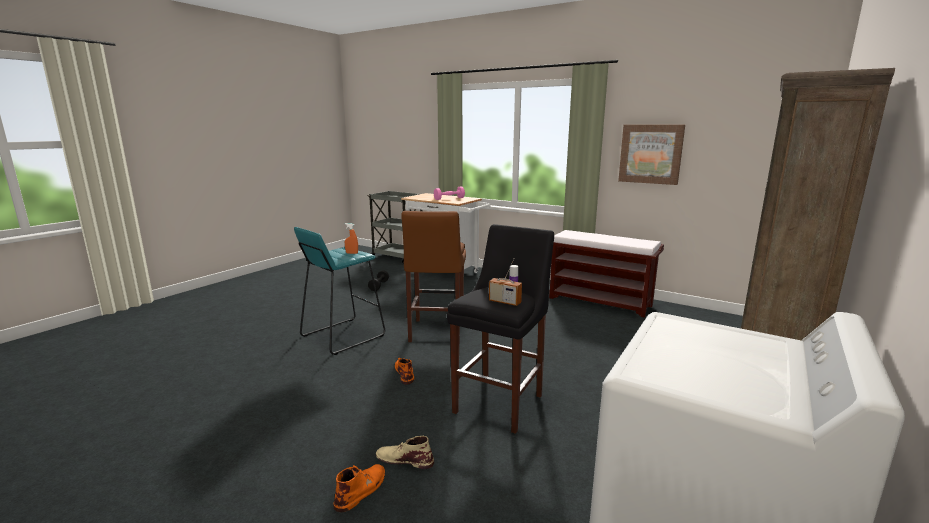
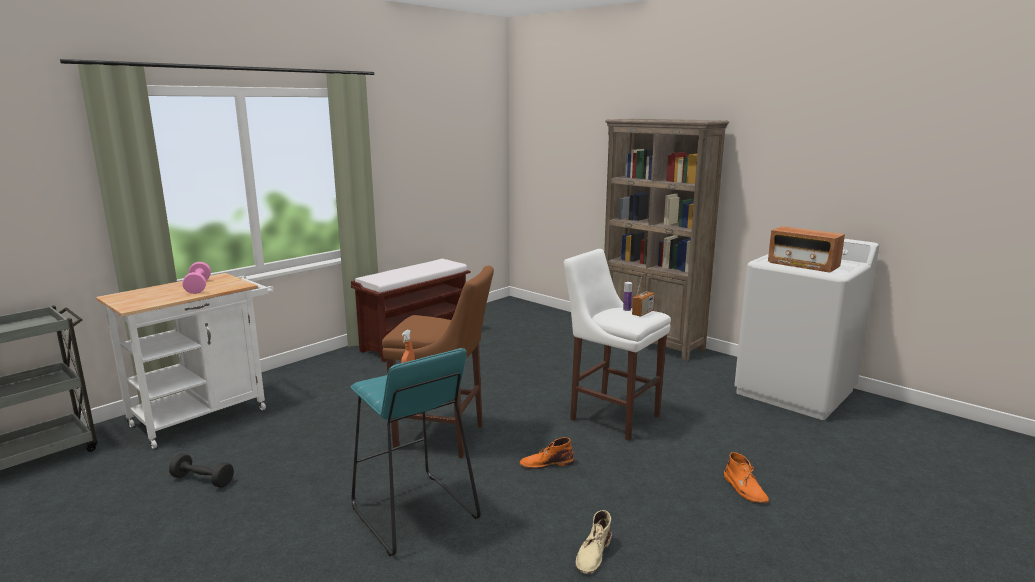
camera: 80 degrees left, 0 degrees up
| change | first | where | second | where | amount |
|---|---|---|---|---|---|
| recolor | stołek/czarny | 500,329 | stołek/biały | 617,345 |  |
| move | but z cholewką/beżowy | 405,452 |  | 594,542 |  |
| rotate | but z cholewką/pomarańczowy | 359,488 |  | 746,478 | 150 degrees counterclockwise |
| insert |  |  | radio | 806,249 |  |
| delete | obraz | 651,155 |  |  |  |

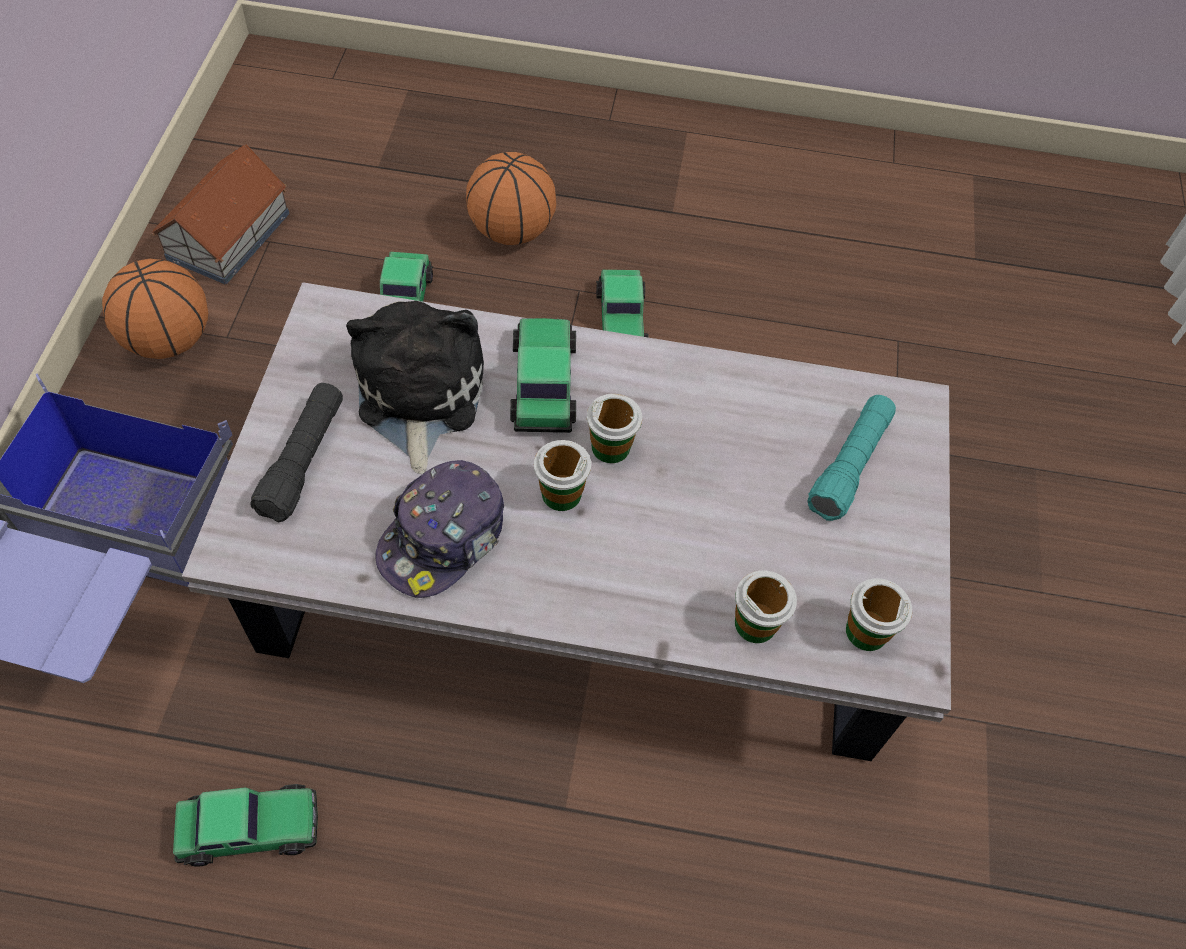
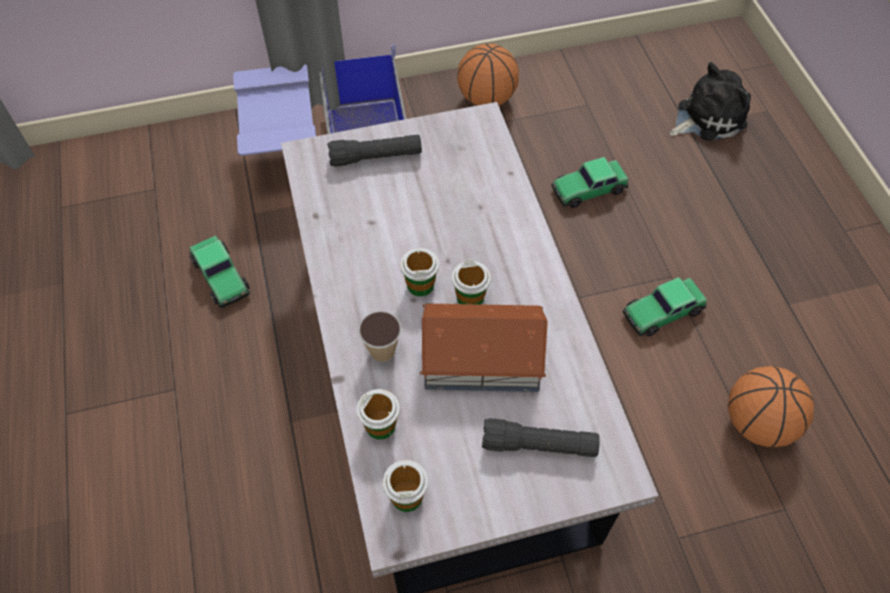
camera: 70 degrees right, 0 degrees up
| change | first | where | second | where | amount |
|---|---|---|---|---|---|
| insert |  |  | filiżanka | 380,337 |  |
| move | domek | 220,214 |  | 484,348 |  |
| recolor | latarka/turkusowy | 851,458 | latarka/czarny | 541,437 |  |
| move | pluszak | 415,387 |  | 710,101 |  |
| move | piłka do koszykówki | 511,198 |  | 771,406 |  |
| delete | czapka z daszkiem | 440,529 |  |  |  |
| delete | samochodzik | 543,375 |  |  |  |

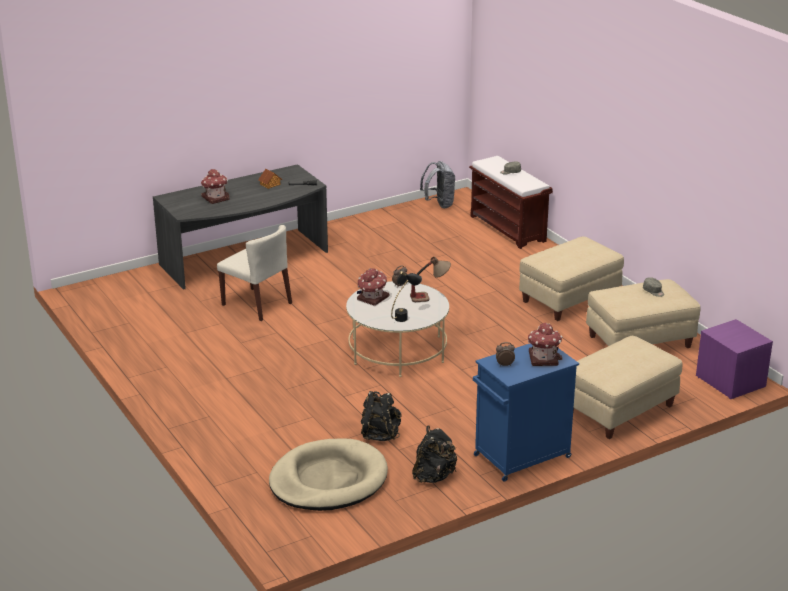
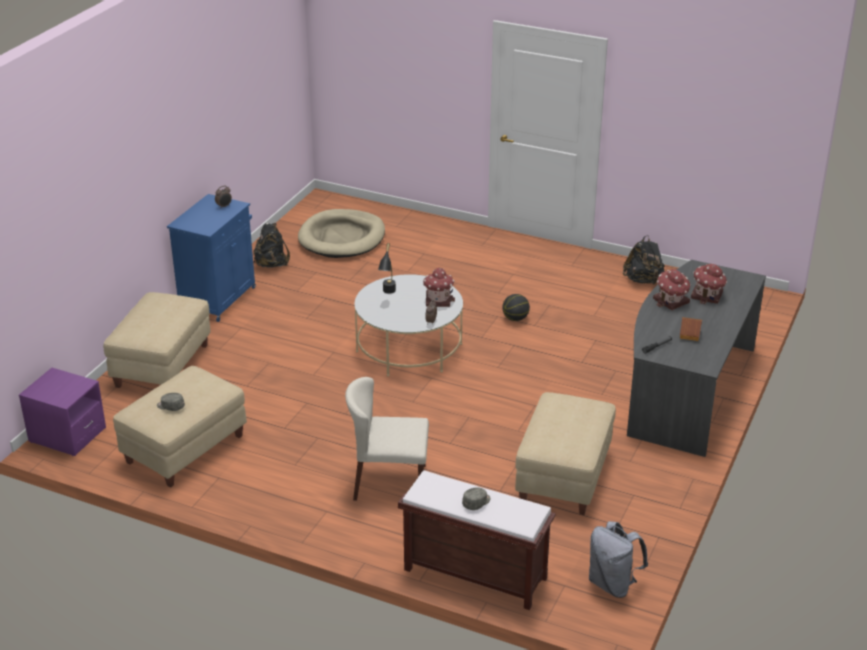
camera: 145 degrees right, 5 degrees up
| change | first | where | second | where | amount |
|---|---|---|---|---|---|
| move | krzesło/beżowy | 254,273 |  | 387,439 |  |
| insert |  |  | piłka do koszykówki | 516,307 |  |
| move | pufa/beżowy | 571,278 |  | 565,453 |  |
| move | plecak/czarny | 381,416 |  | 644,259 |  |
| move | domek | 545,344 |  | 672,289 |  |
| delete | lampa stołowa | 430,279 |  |  |  |

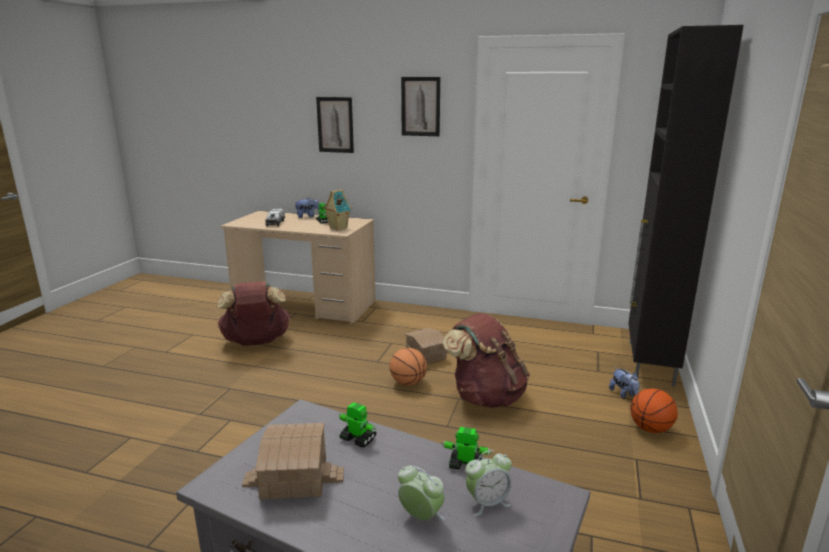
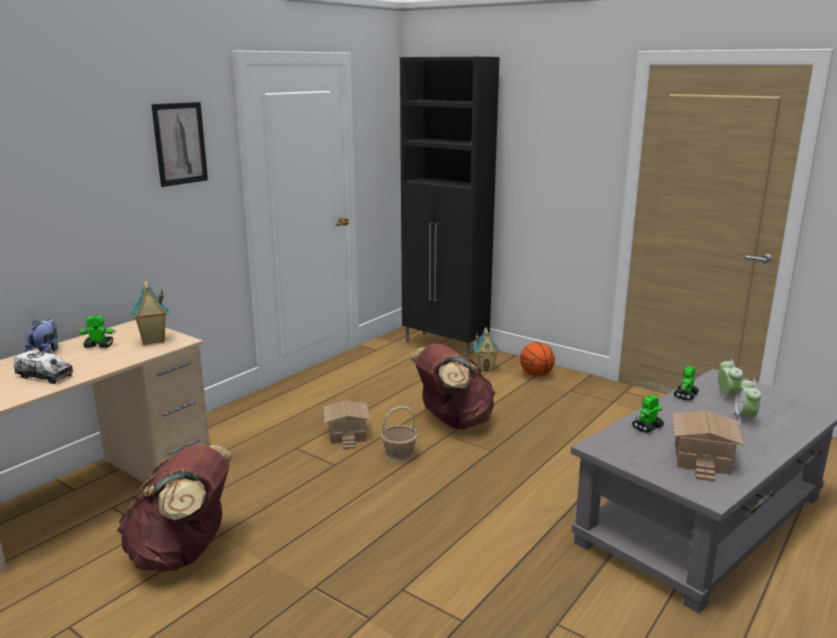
camera: 70 degrees left, 0 degrees up
| change | first | where | second | where | amount |
|---|---|---|---|---|---|
| replace | piłka do koszykówki | 408,366 | koszyk | 399,434 |  |
| replace | pluszak | 624,383 | domek | 486,349 |  |
| rotate | budzik | 421,493 |  | 747,401 | 45 degrees counterclockwise |
| delete | obraz | 335,125 |  |  |  |

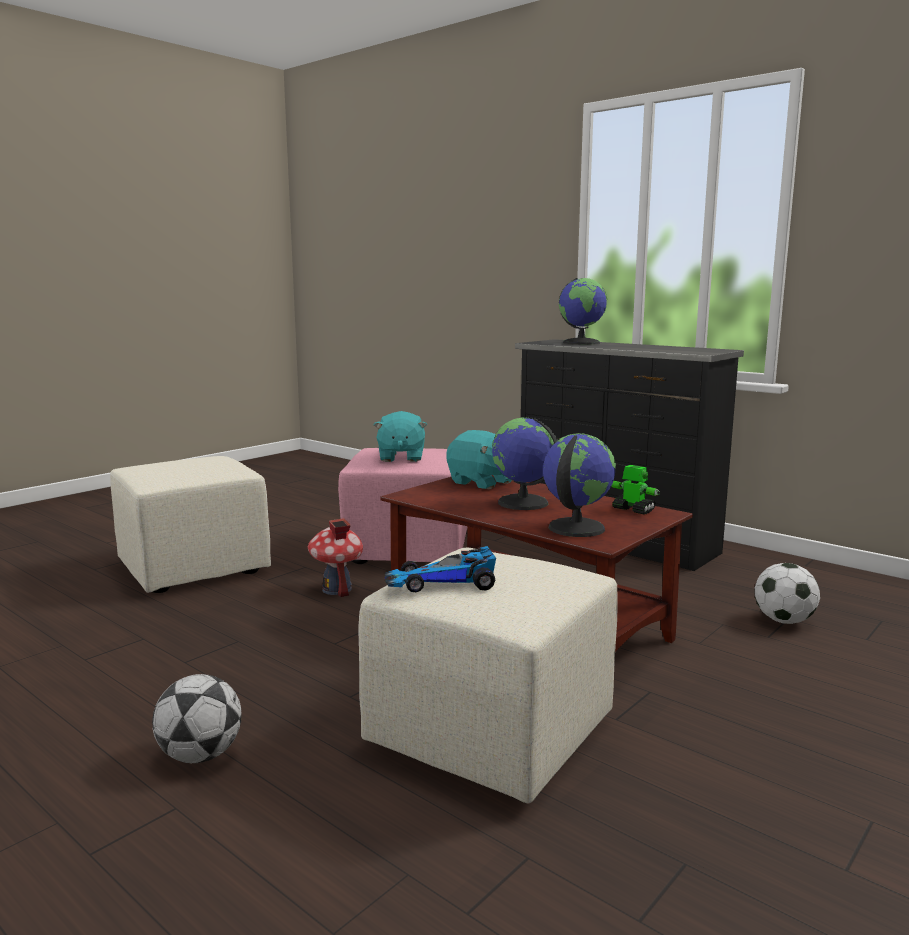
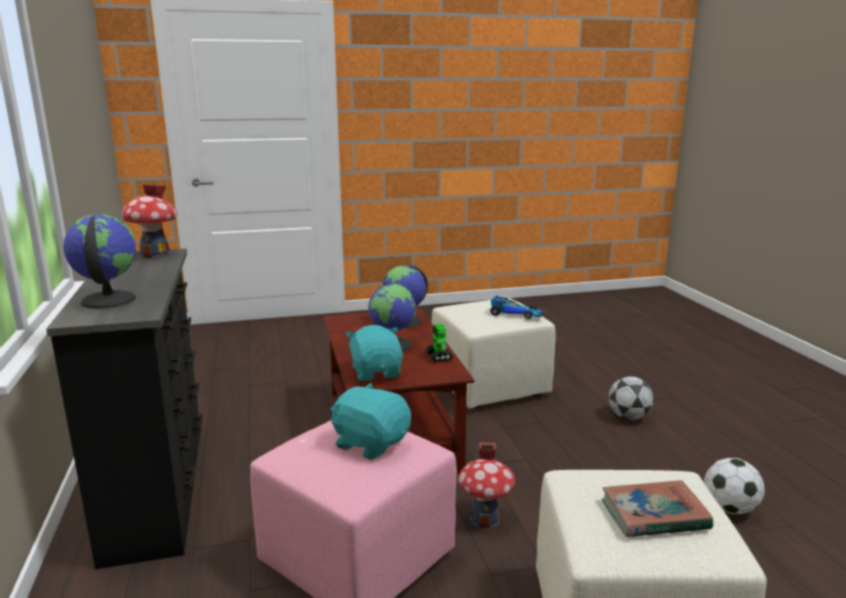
camera: 145 degrees left, 5 degrees up
| change | first | where | second | where | amount |
|---|---|---|---|---|---|
| insert |  |  | domek | 149,222 |  |
| rotate | pluszak/turkusowy | 400,436 |  | 370,421 | 90 degrees counterclockwise |
| move | robot zabawkowy | 636,489 |  | 439,343 |  |
| insert |  |  | książka | 657,508 |  |
| move | piłka futbolowa | 787,593 |  | 734,486 |  |

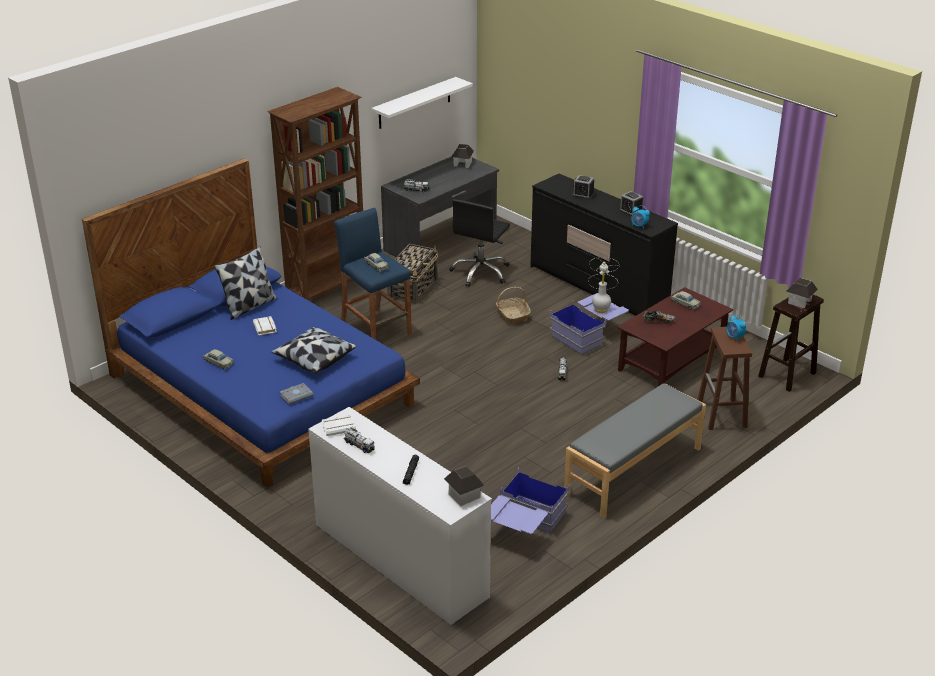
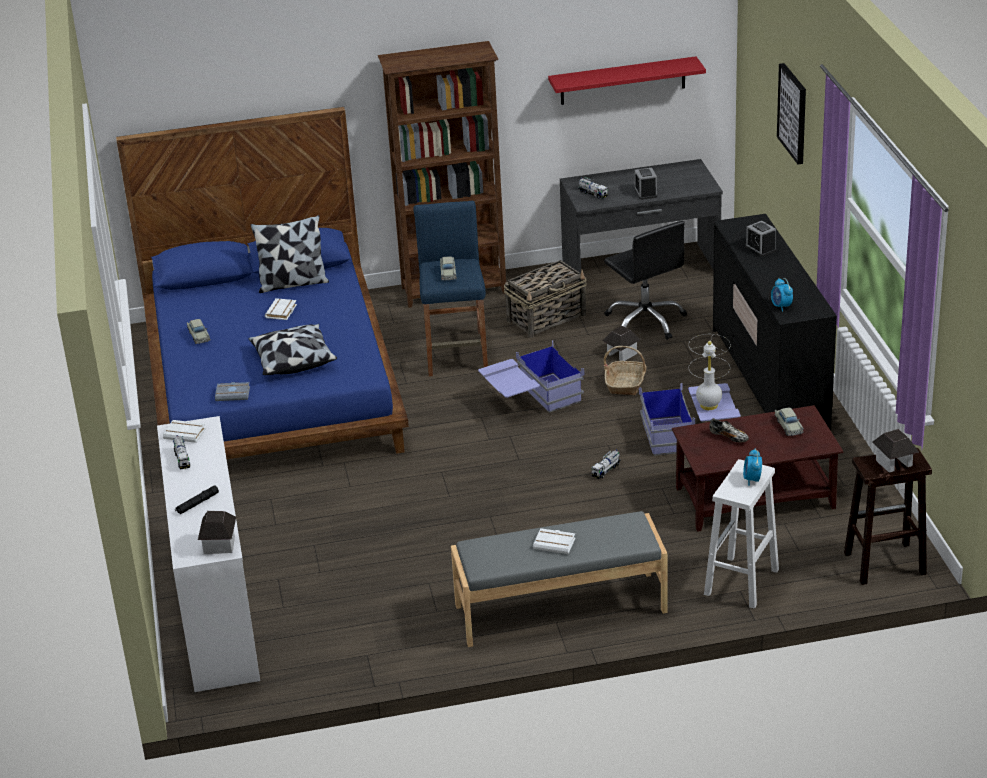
camera: 35 degrees right, 0 degrees up
| change | first | where | second | where | amount |
|---|---|---|---|---|---|
| move | pojemnik do przechowywania/niebieski | 530,500 |  | 531,377 |  |
| insert |  |  | książka/biały | 554,541 |  |
| recolor | półka/biały | 422,103 | półka/czerwony | 627,80 |  |
| move | domek | 462,156 |  | 621,343 |  |
| rotate | krzesło biurowe/czarny | 479,243 |  | 645,280 | 90 degrees counterclockwise |
| move | budzik | 631,204 |  | 645,184 |  |
| recolor | stołek/brązowy | 724,378 | stołek/biały | 741,534 |  |
| insert |  |  | obraz | 791,114 |  |

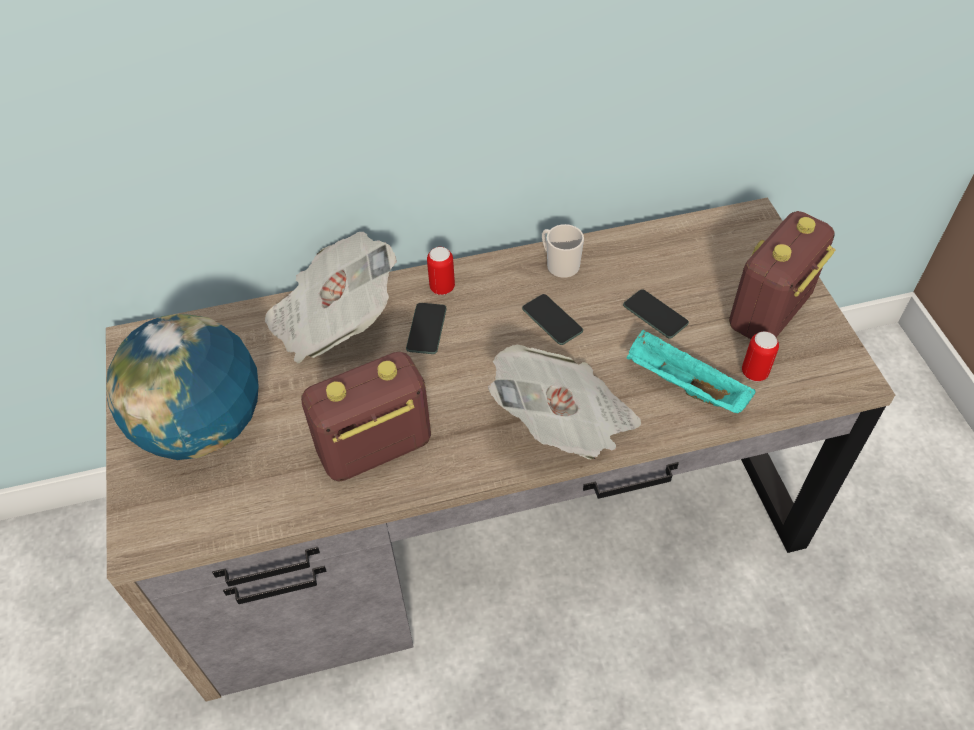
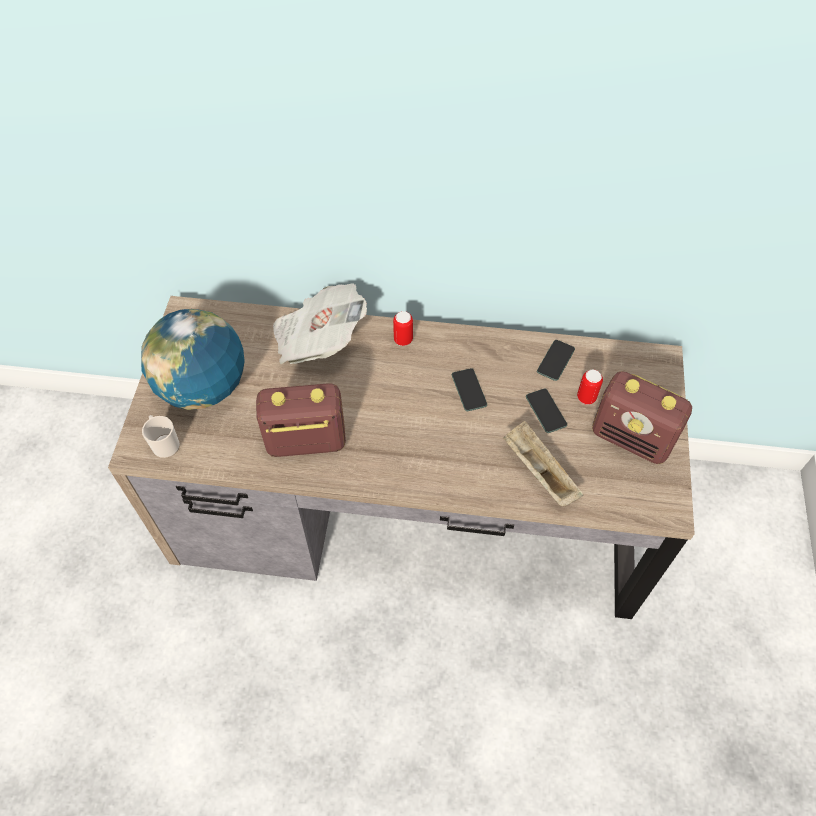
camera: 20 degrees right, 5 degrees up
| change | first | where | second | where | amount |
|---|---|---|---|---|---|
| move | kubek | 563,251 |  | 161,436 |  |
| recolor | taca/turkusowy | 691,371 | taca/beżowy | 543,463 |  |
| move | telefon | 426,328 |  | 556,360 |  |
| move | puszka | 760,356 |  | 590,387 |  |
| rotate | radio | 782,275 |  | 642,417 | 120 degrees counterclockwise |
| delete | gazeta | 564,402 |  |  |  |

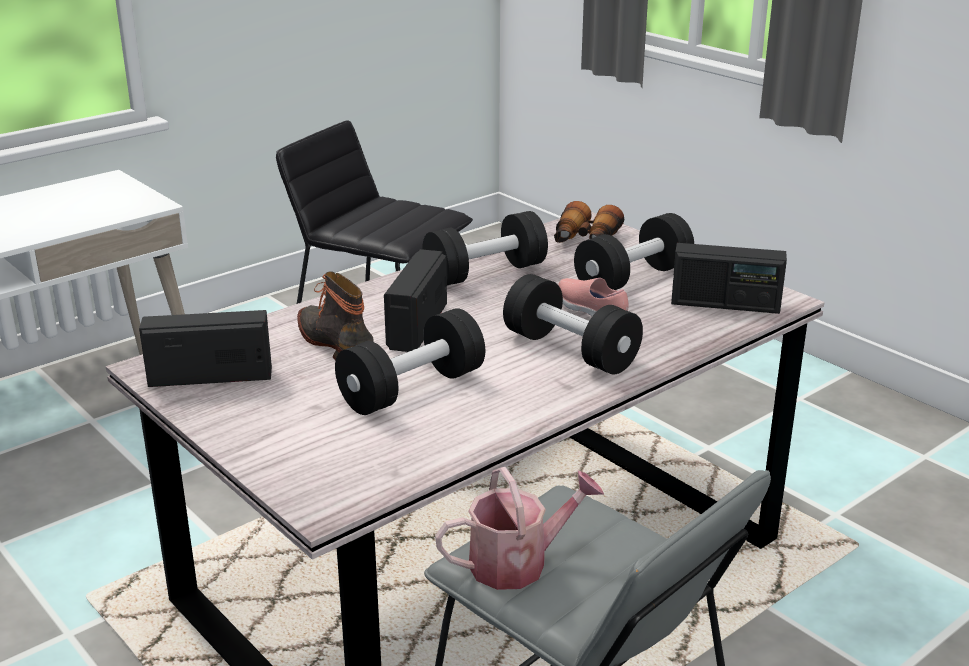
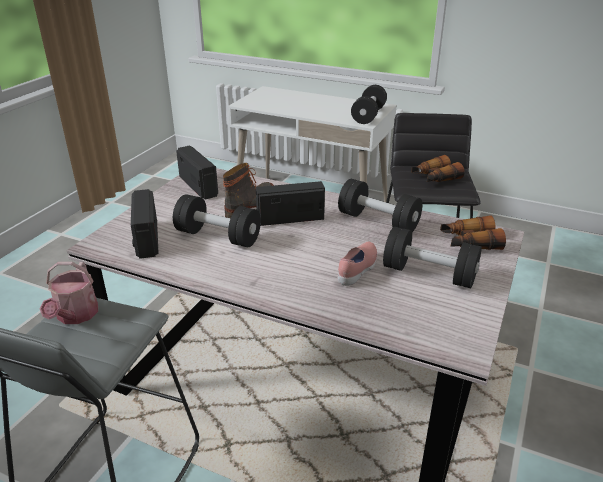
camera: 65 degrees right, 5 degrees up
| change | first | where | second | where | amount |
|---|---|---|---|---|---|
| rotate | konewka | 519,528 |  | 69,293 | 45 degrees clockwise |
| move | radio | 729,278 |  | 145,224 |  |
| move | hantel/czarny | 573,324 |  | 369,104 |  |
| insert |  |  | lornetka | 438,168 |  |

